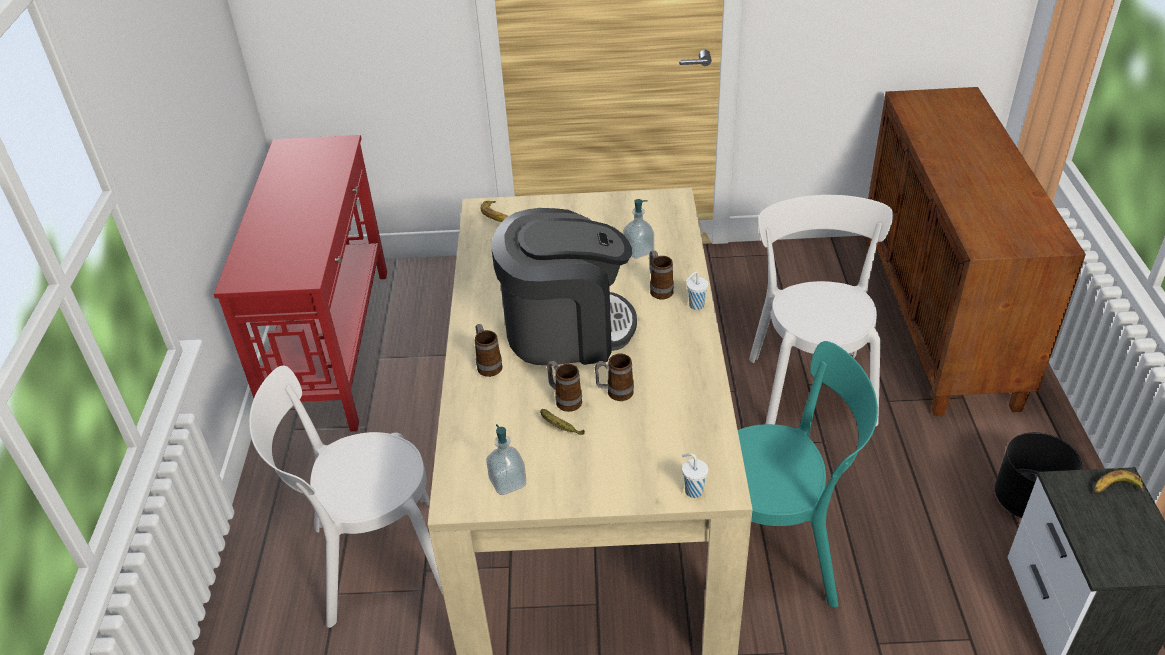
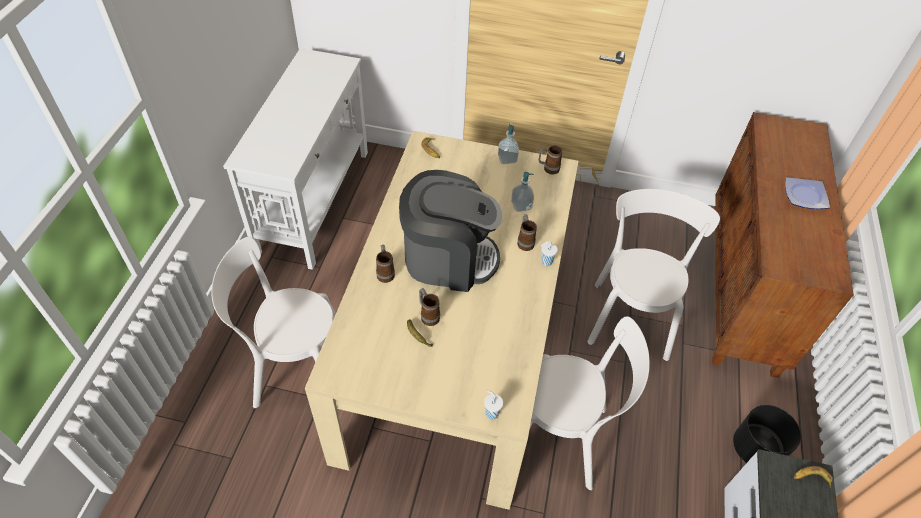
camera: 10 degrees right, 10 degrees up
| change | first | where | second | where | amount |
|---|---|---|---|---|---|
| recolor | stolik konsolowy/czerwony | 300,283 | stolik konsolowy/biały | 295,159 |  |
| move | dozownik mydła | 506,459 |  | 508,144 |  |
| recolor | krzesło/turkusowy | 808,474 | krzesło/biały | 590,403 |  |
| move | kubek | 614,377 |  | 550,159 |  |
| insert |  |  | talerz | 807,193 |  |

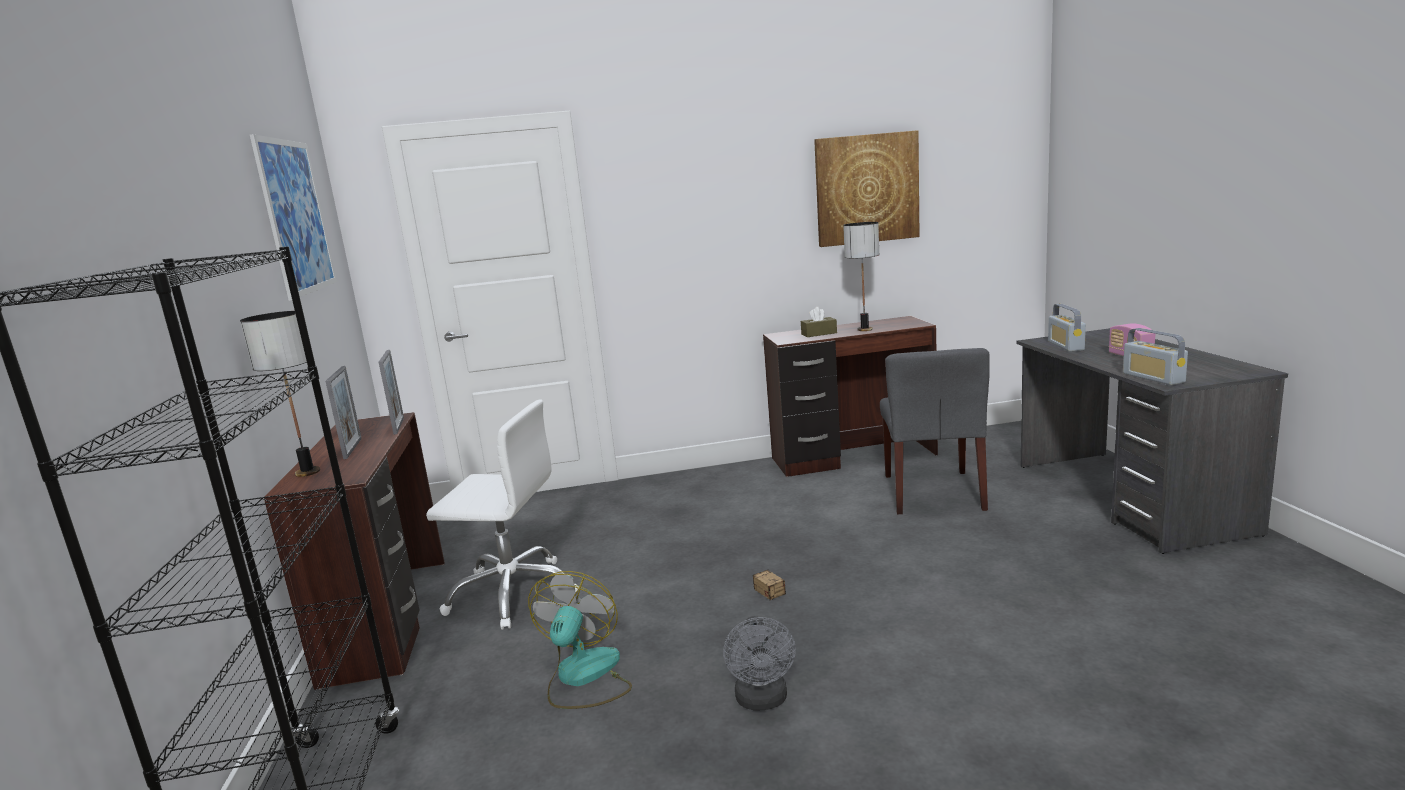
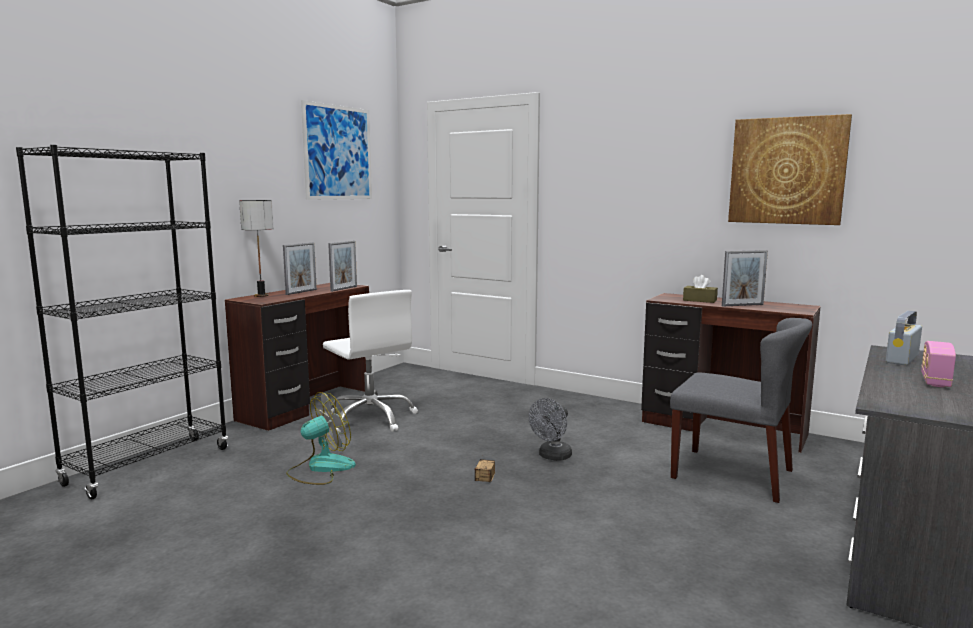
camera: 40 degrees right, 5 degrees down
| change | first | where | second | where | amount |
|---|---|---|---|---|---|
| move | wentylator/szary | 759,663 |  | 550,429 |  |
| rotate | krzesło/szary | 935,431 |  | 741,410 | 105 degrees counterclockwise |
| replace | lampa stołowa | 861,276 | ramka na zdjęcie | 745,278 |  |
| delete | radio | 1155,356 |  |  |  |

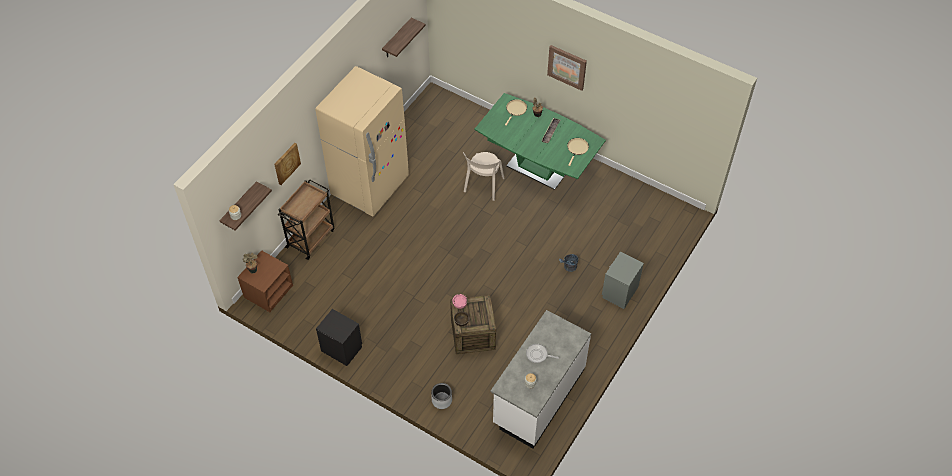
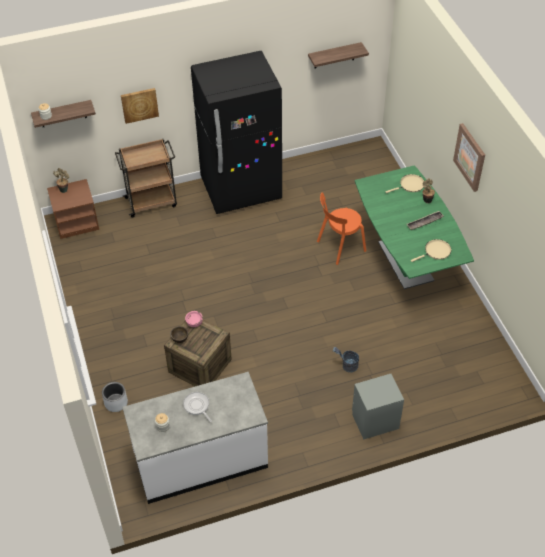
camera: 40 degrees right, 5 degrees down
| change | first | where | second | where | amount |
|---|---|---|---|---|---|
| recolor | lodówka/beżowy | 362,141 | lodówka/czarny | 236,132 |  |
| recolor | krzesło/beżowy | 483,176 | krzesło/pomarańczowy | 341,228 |  |
| delete | szafka nocna/czarny | 339,337 |  |  |  |

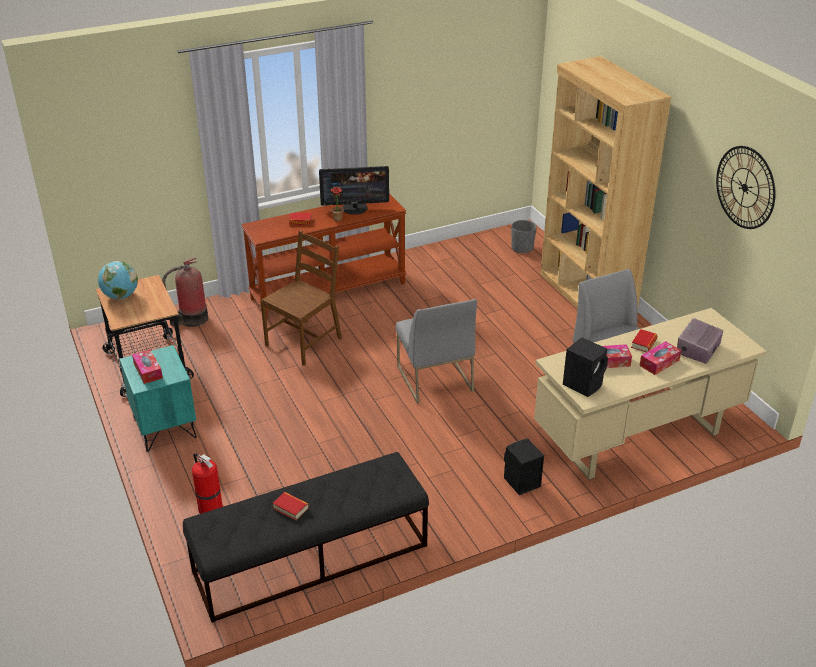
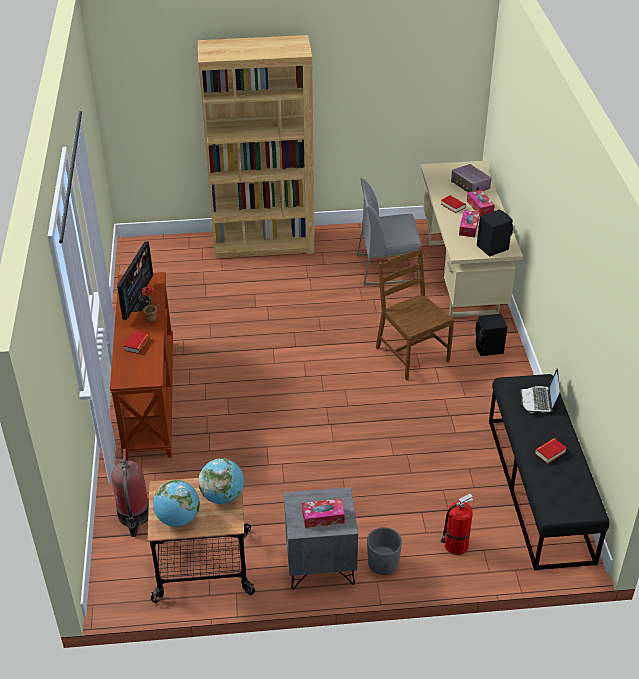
camera: 70 degrees left, 5 degrees up
| change | first | where | second | where | amount |
|---|---|---|---|---|---|
| insert |  |  | globus | 221,481 |  |
| recolor | szafka nocna/turkusowy | 158,398 | szafka nocna/szary | 321,538 |  |
| move | donica/szary | 524,236 |  | 384,551 |  |
| move | krzesło/brązowy | 301,298 |  | 415,314 |  |
| insert |  |  | laptop | 540,391 |  |
| delete | krzesło/szary | 436,351 |  |  |  |
| delete | zegar ścienny | 746,187 |  |  |  |

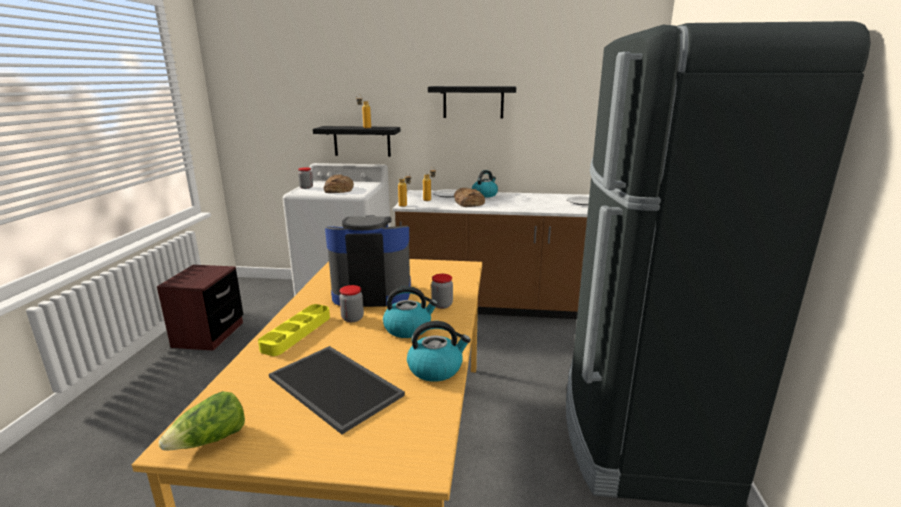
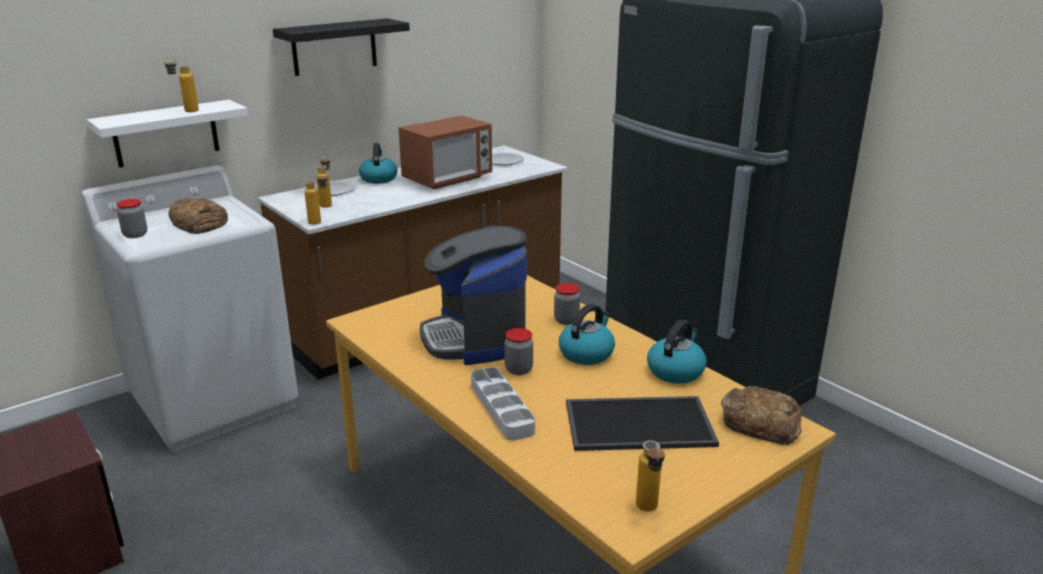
camera: 45 degrees left, 5 degrees up
| change | first | where | second | where | amount |
|---|---|---|---|---|---|
| recolor | półka/czarny | 356,141 | półka/biały | 167,134 |  |
| insert |  |  | mikrofalówka | 445,152 |  |
| rotate | ekspres do kawy | 368,261 |  | 473,295 | 60 degrees counterclockwise |
| recolor | taca/żółty | 294,330 | taca/szary | 503,404 |  |
| replace | sałata | 202,420 | butelka | 650,476 |  |
| move | chleb | 469,197 |  | 761,415 |  |

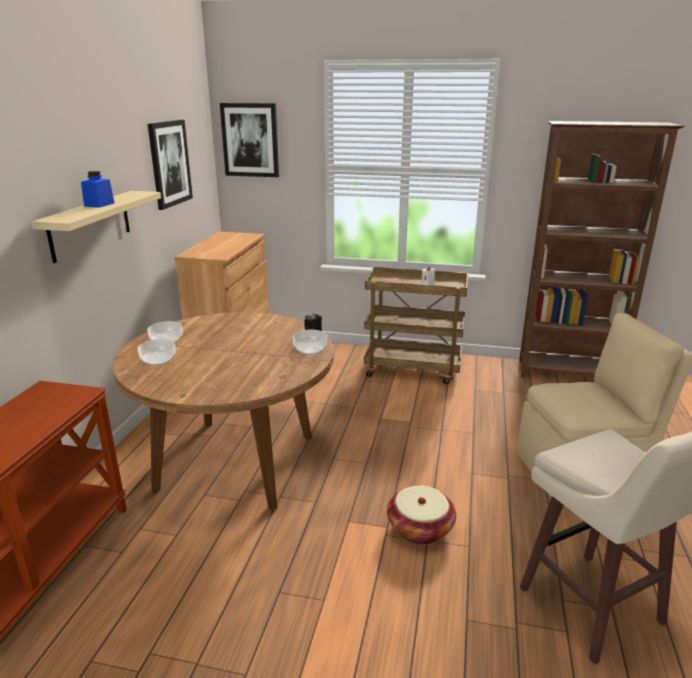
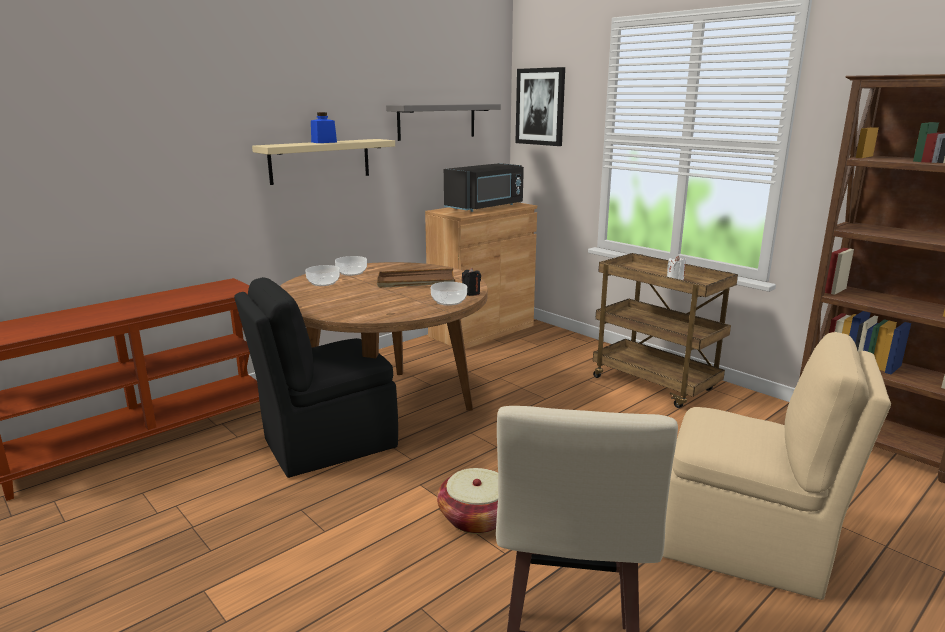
camera: 35 degrees right, 5 degrees down
| change | first | where | second | where | amount |
|---|---|---|---|---|---|
| insert |  |  | krzesło/czarny | 316,377 |  |
| insert |  |  | taca/brązowy | 416,278 |  |
| replace | obraz | 170,165 | półka/szary | 443,122 |  |
| insert |  |  | mikrofalówka/czarny | 484,187 |  |

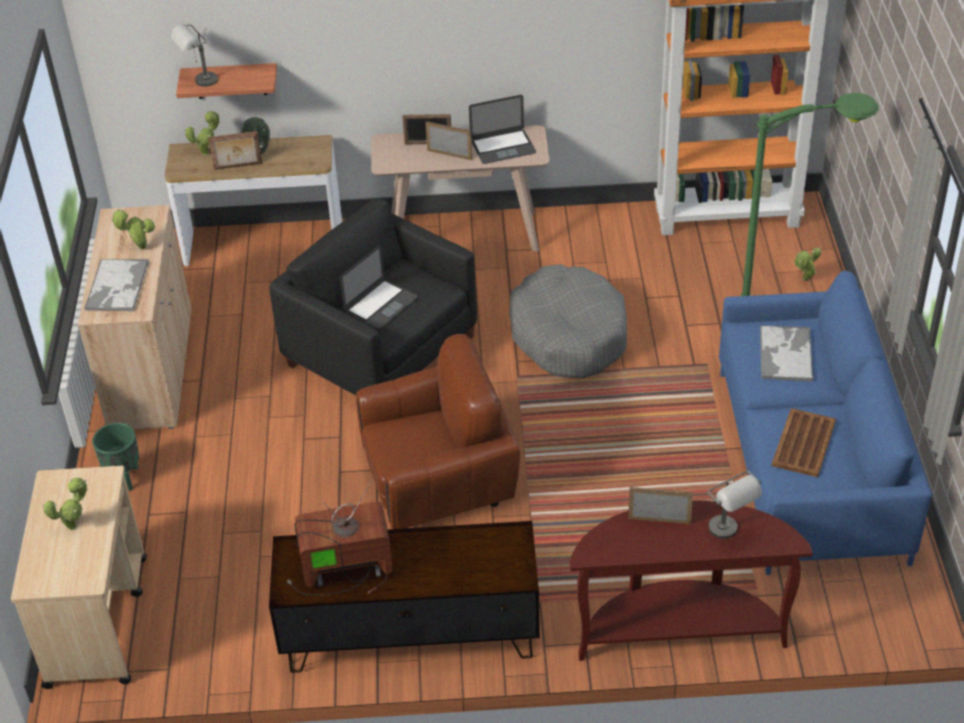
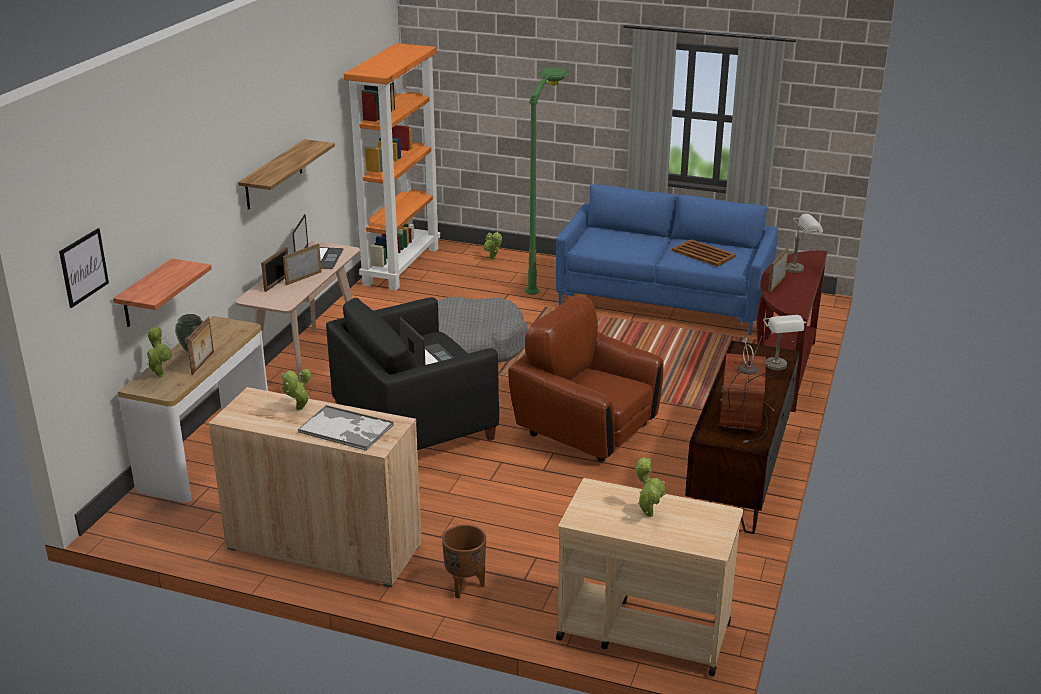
camera: 70 degrees left, 15 degrees down
| change | first | where | second | where | amount |
|---|---|---|---|---|---|
| insert |  |  | obraz | 84,268 |  |
| insert |  |  | półka | 286,174 |  |
| recolor | donica/zielony | 115,457 | donica/brązowy | 464,562 |  |
| rotate | fotel/brązowy | 438,431 |  | 586,379 | 60 degrees counterclockwise |
| move | lampa stołowa/szary | 194,55 |  | 784,342 |  |
| delete | taca | 787,353 |  |  |  |

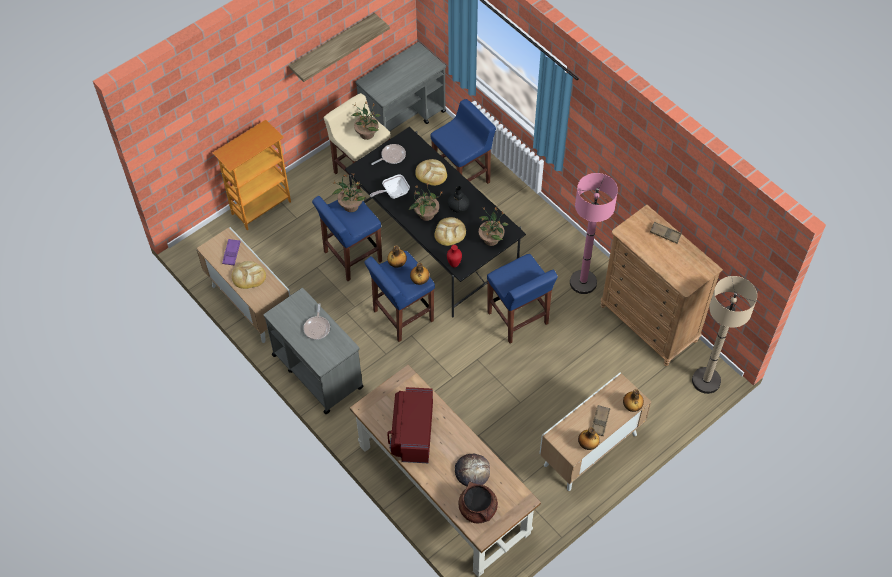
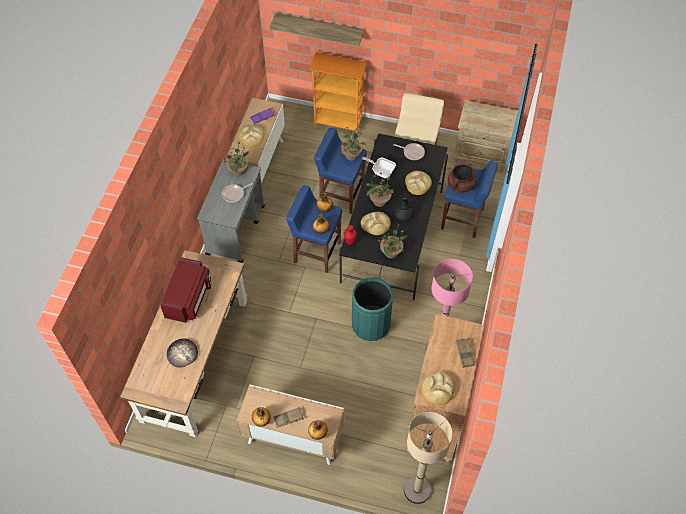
camera: 55 degrees right, 0 degrees up
| change | first | where | second | where | amount |
|---|---|---|---|---|---|
| rotate | mikrofalówka/czerwony | 410,425 |  | 185,290 | 135 degrees clockwise |
| move | roślina doniczkowa | 366,120 |  | 236,159 |  |
| move | półka | 339,47 |  | 317,29 |  |
| replace | stołek/niebieski | 522,298 | kosz na śmieci/zielony | 372,309 |  |
| insert |  |  | chleb | 438,388 |  |
| move | garnek/brązowy | 478,502 |  | 462,177 |  |
| replace | wózek/szary | 401,86 | szafka nocna/beżowy | 485,136 |  |

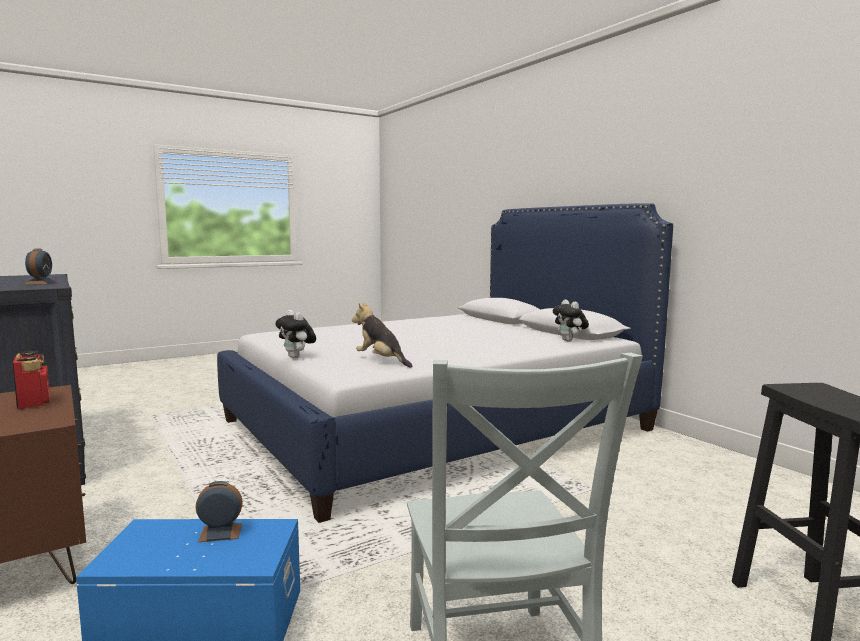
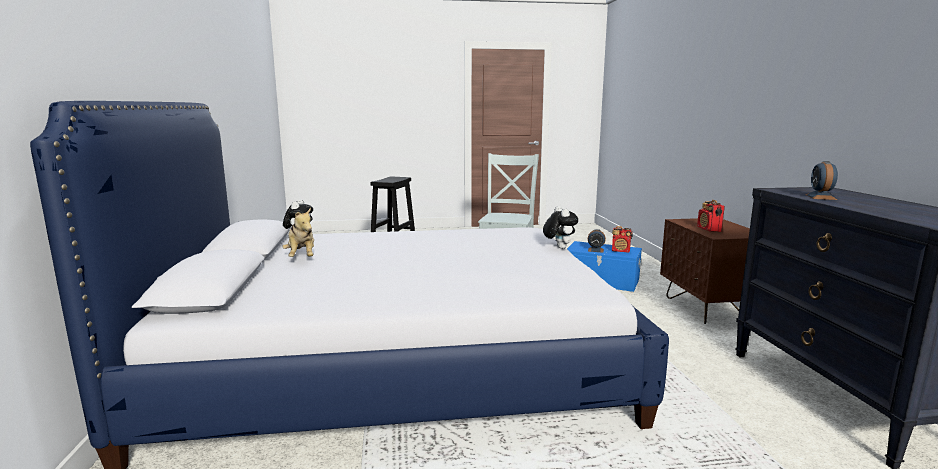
camera: 155 degrees left, 5 degrees up
| change | first | where | second | where | amount |
|---|---|---|---|---|---|
| move | pluszak | 382,334 |  | 298,232 |  |
| insert |  |  | radio | 622,239 |  |

